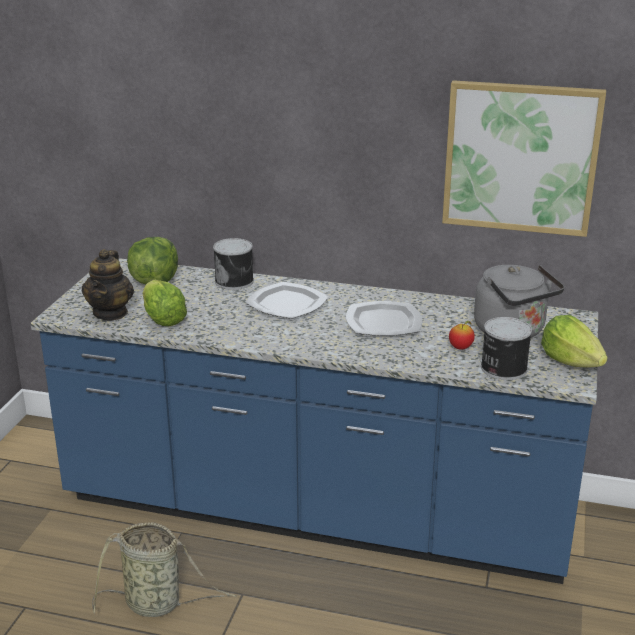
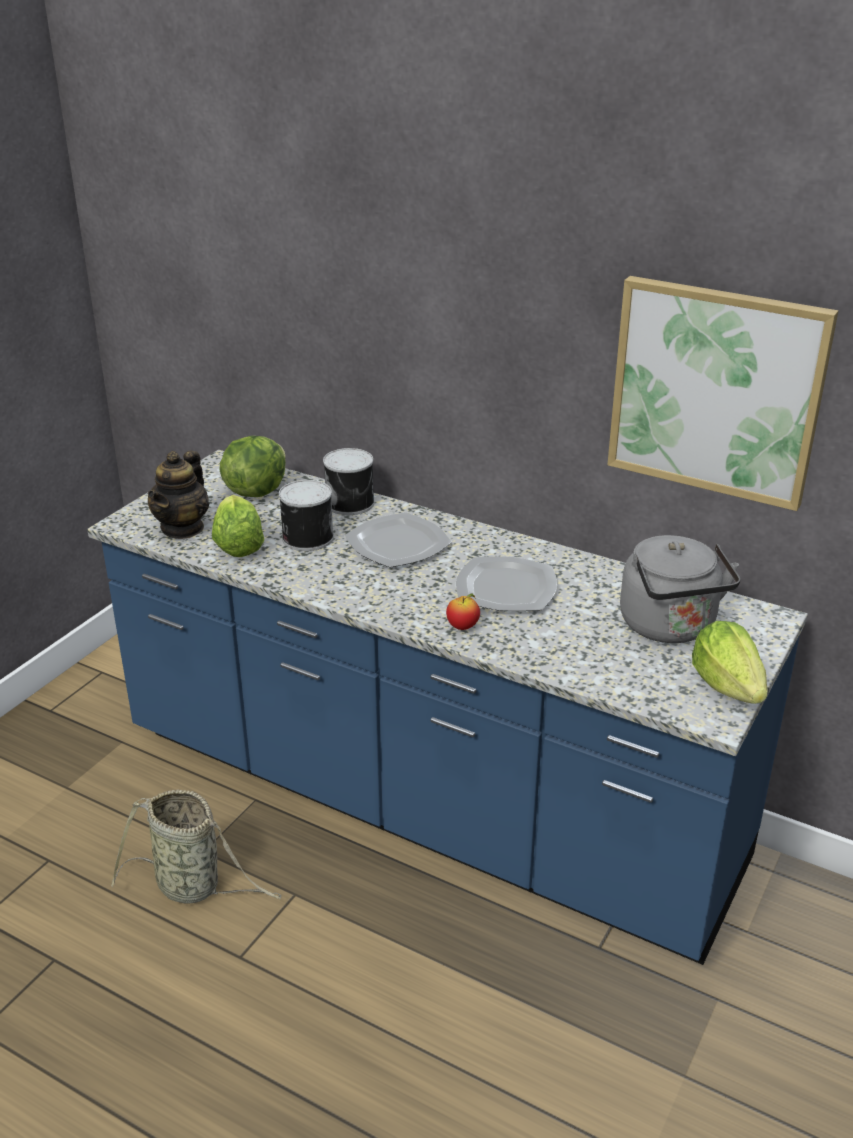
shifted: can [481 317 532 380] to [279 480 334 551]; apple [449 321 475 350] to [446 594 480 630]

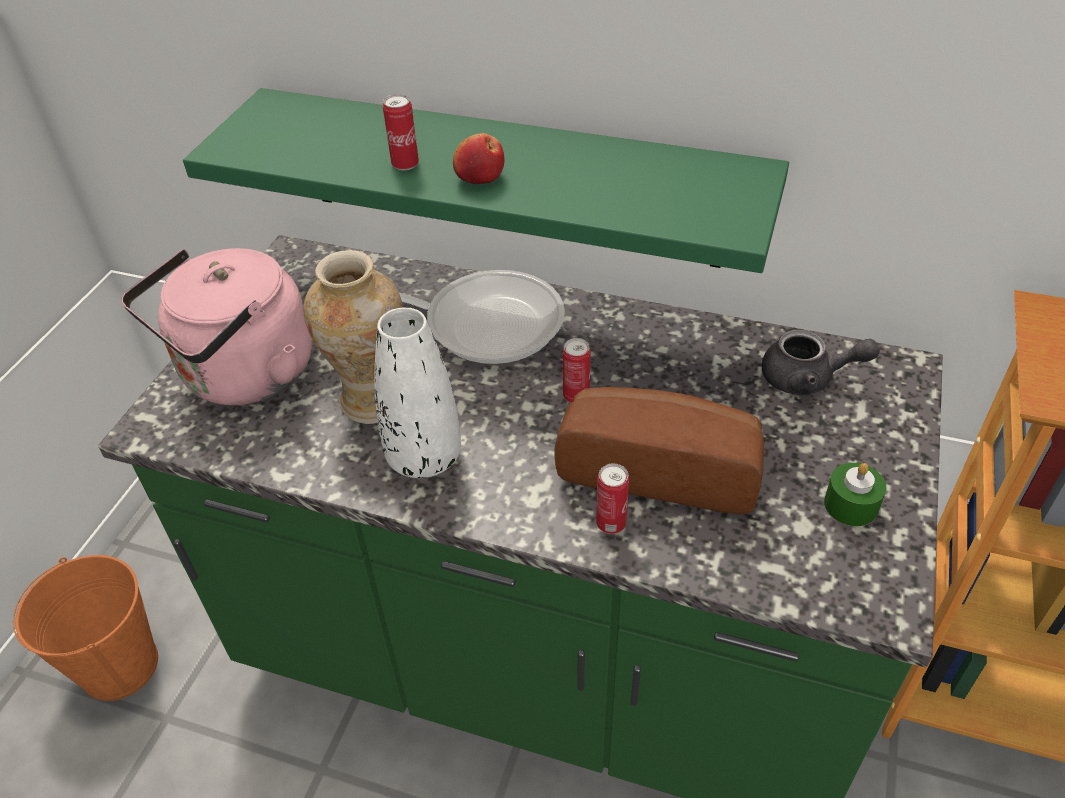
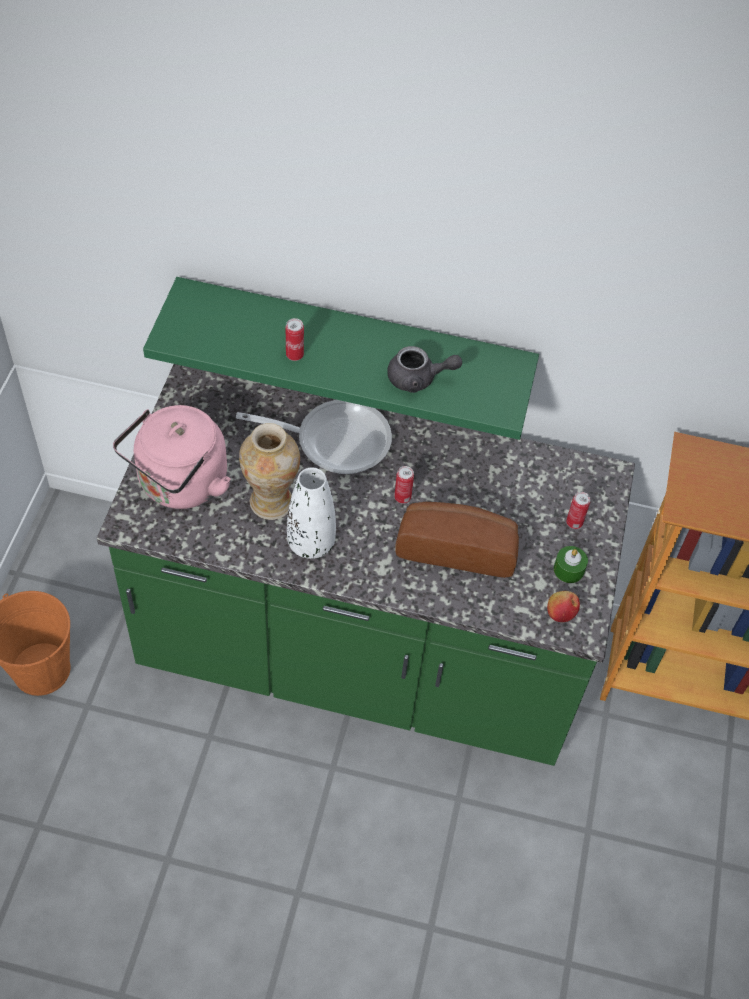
shifted: apple [453 133 505 184] to [547 591 580 622]; teapot in grey [762 330 880 396] to [387 346 462 393]; can [596 464 629 534] to [566 492 590 529]

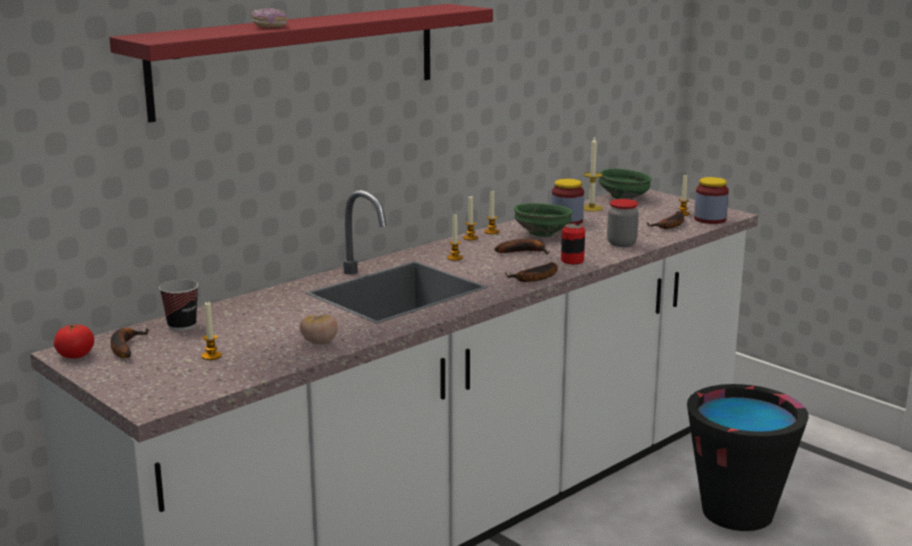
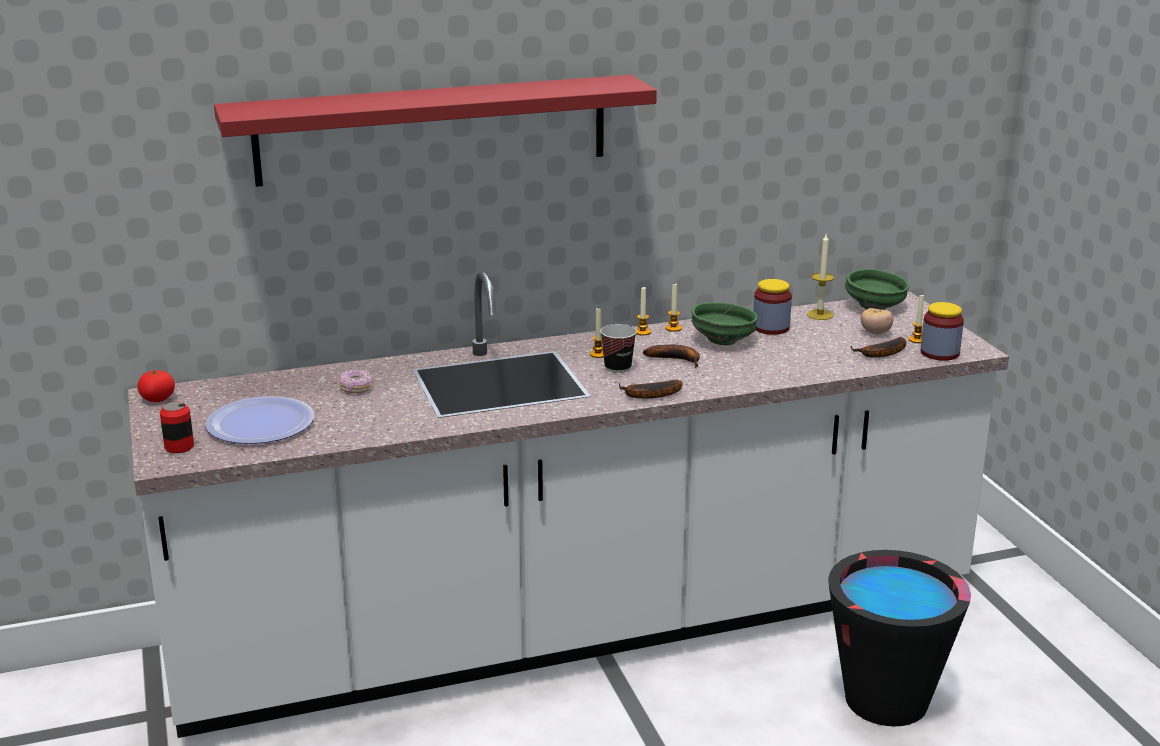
gone: jar [607 199 639 247]; banana [110 328 150 358]
shifted: donut [252 8 288 28] to [339 369 373 394]; can [561 224 585 264] to [160 402 194 453]; cup [159 280 199 331] to [600 324 637 373]; tomato [300 314 338 344] to [861 308 893 334]
swapped: candle [201 301 222 360] to plate [205 396 314 444]

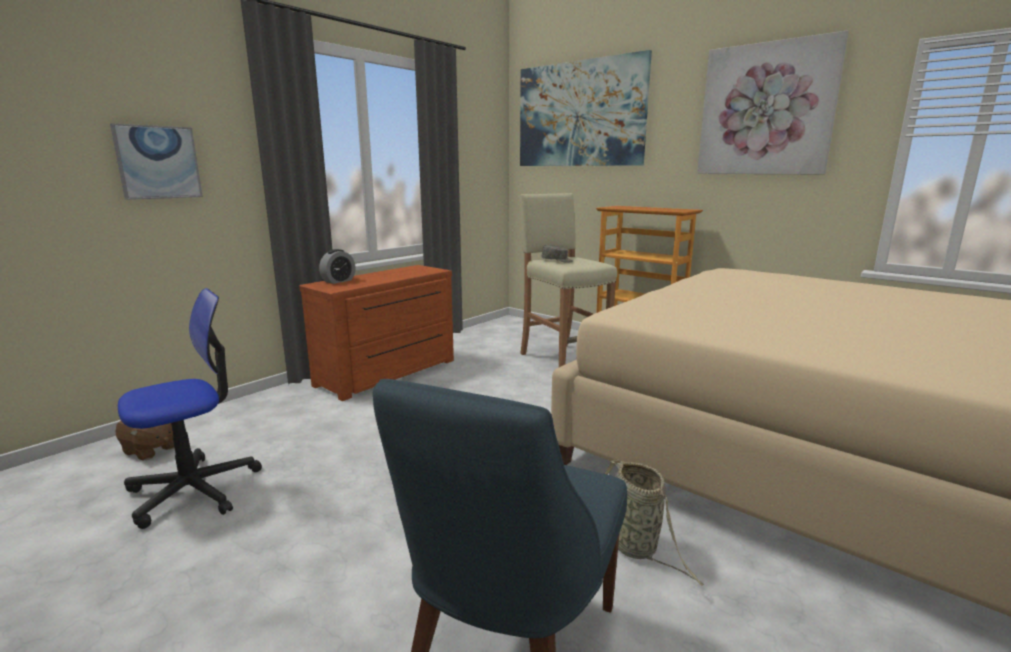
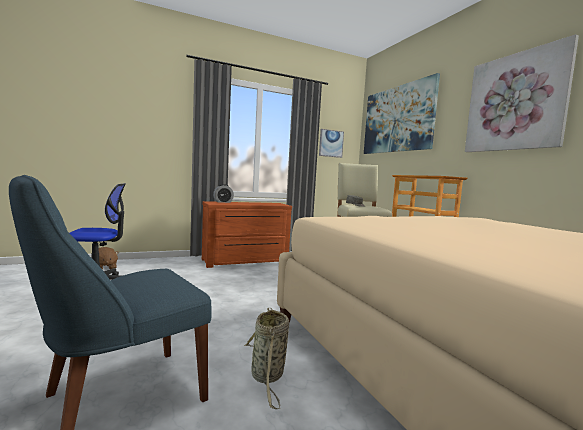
shifted: picture [110 123 203 200] to [319 129 344 158]

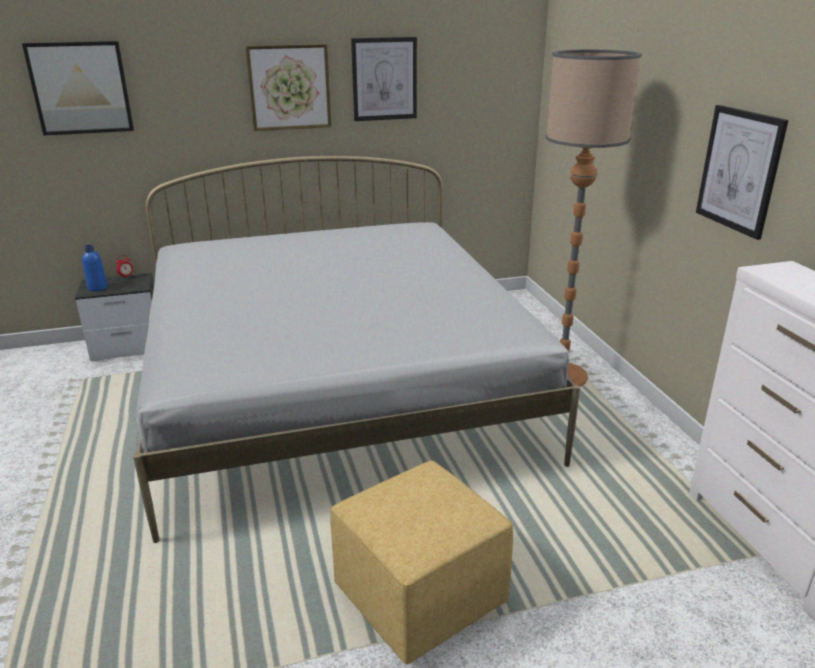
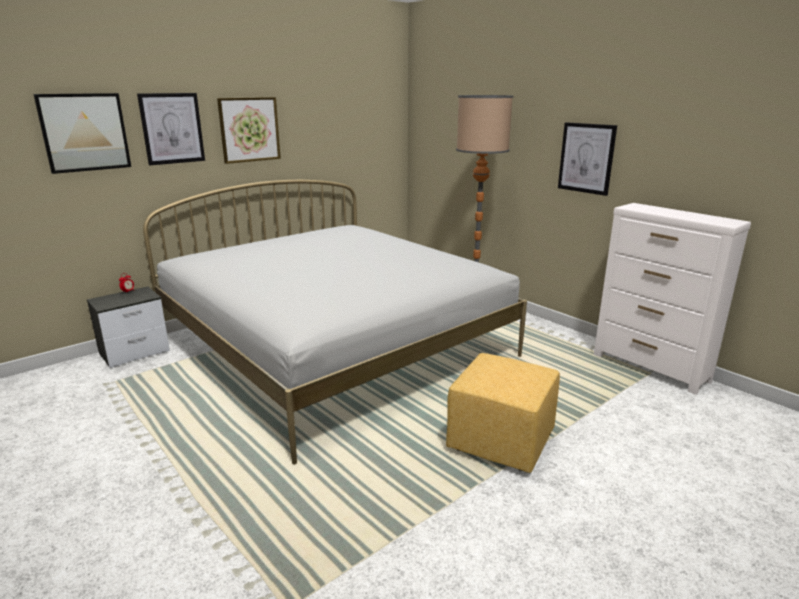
gone: bottle in blue [82 245 108 291]
shifted: picture [351 37 417 121] to [137 93 205 165]

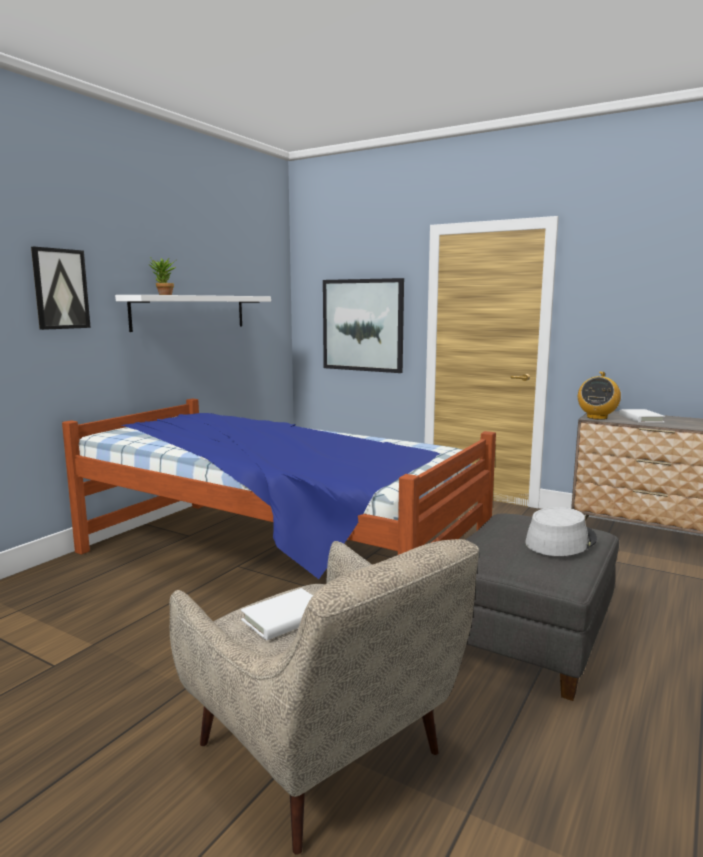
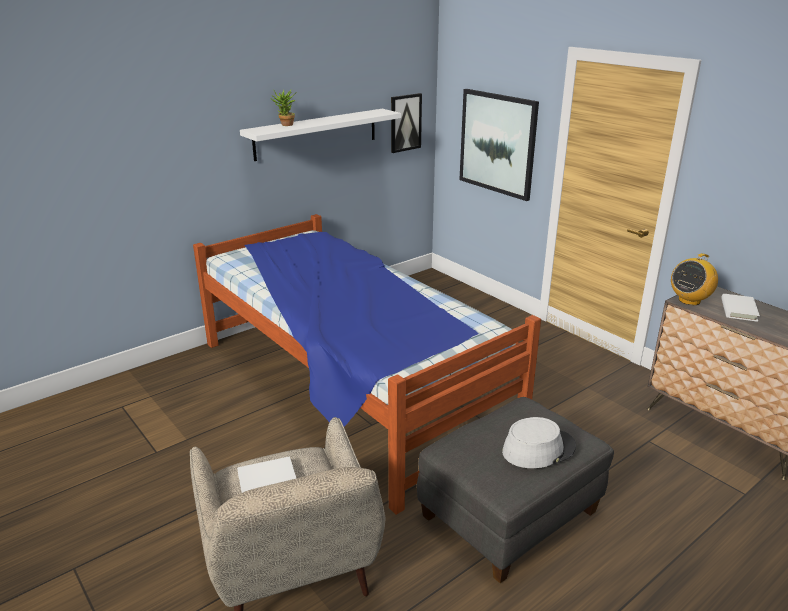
shifted: picture [31 247 91 330] to [391 93 422 153]

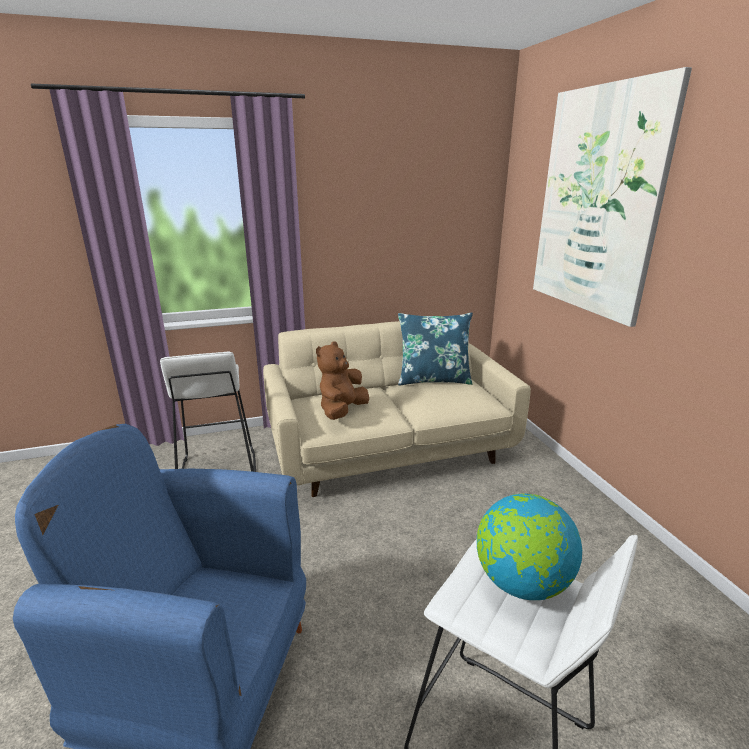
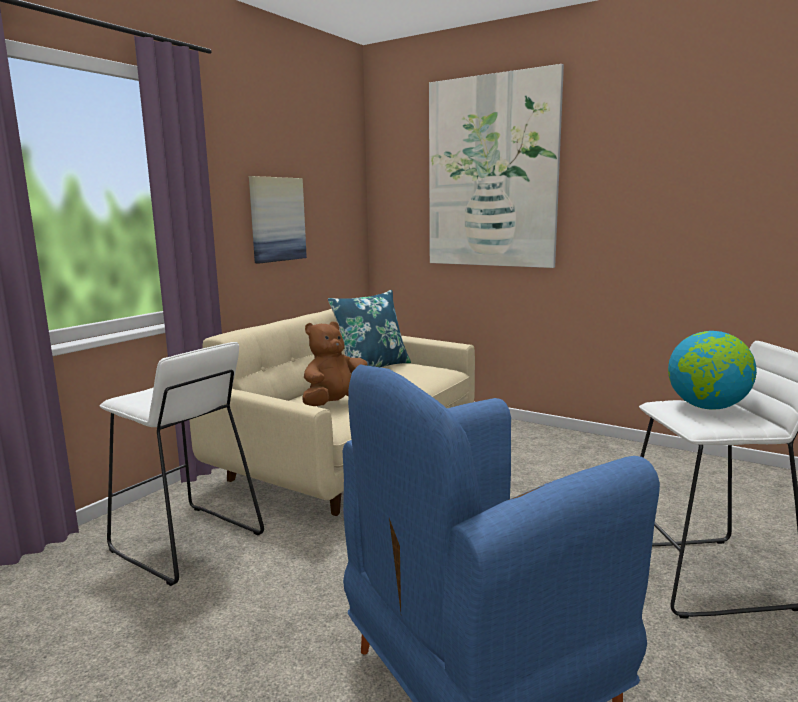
new: picture [249 176 307 263]
rotated: plush toy in brown [316 341 369 420] = [303 321 368 406] 60 degrees clockwise

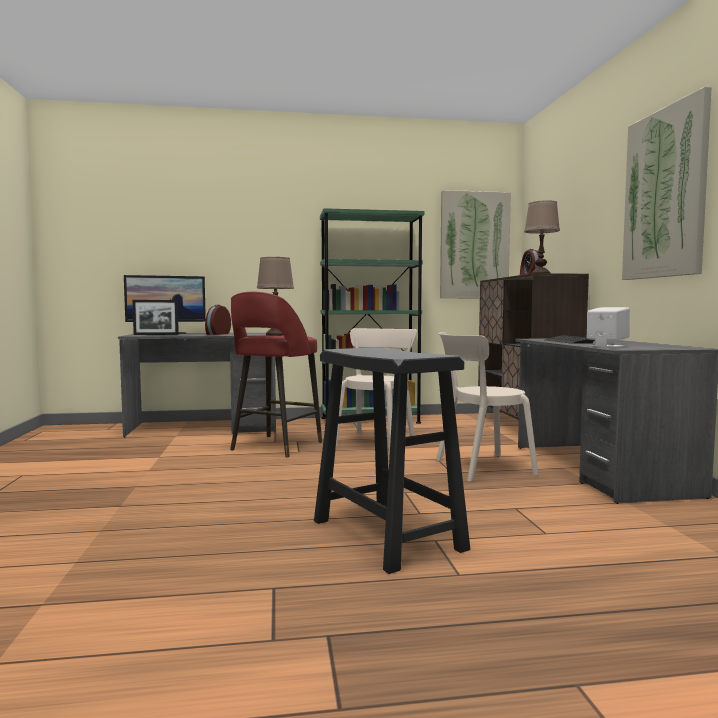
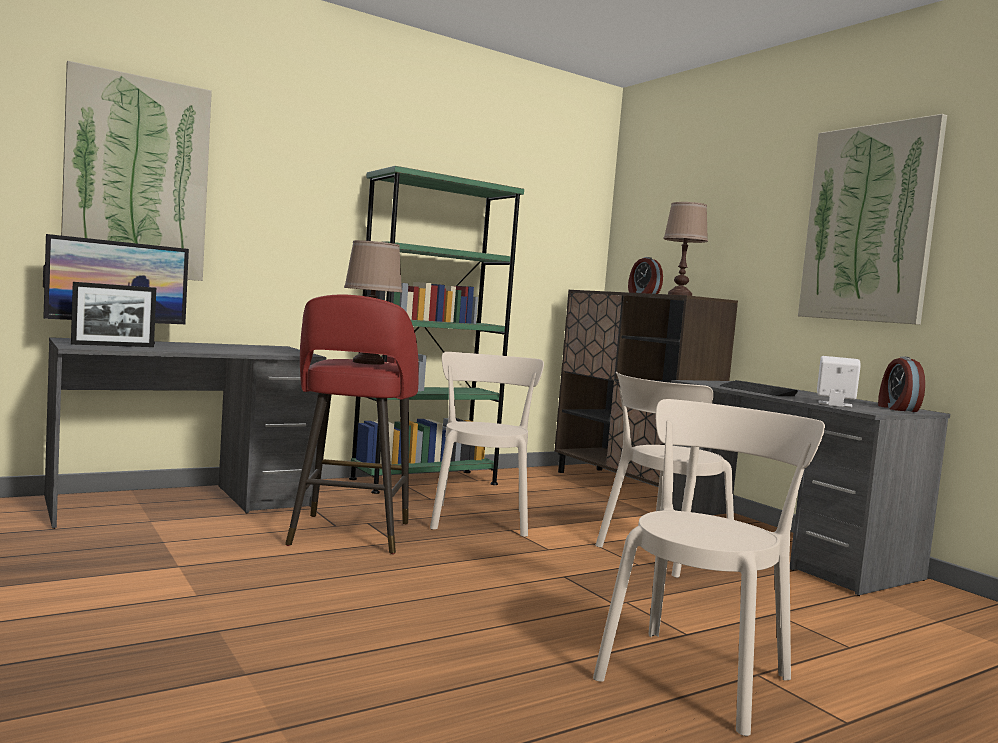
shifted: picture [440 190 511 298] to [61 61 212 281]; alarm clock [205 305 231 335] to [878 356 925 412]
swapped: stool in black [314 347 470 574] to chair in beige [593 399 825 736]

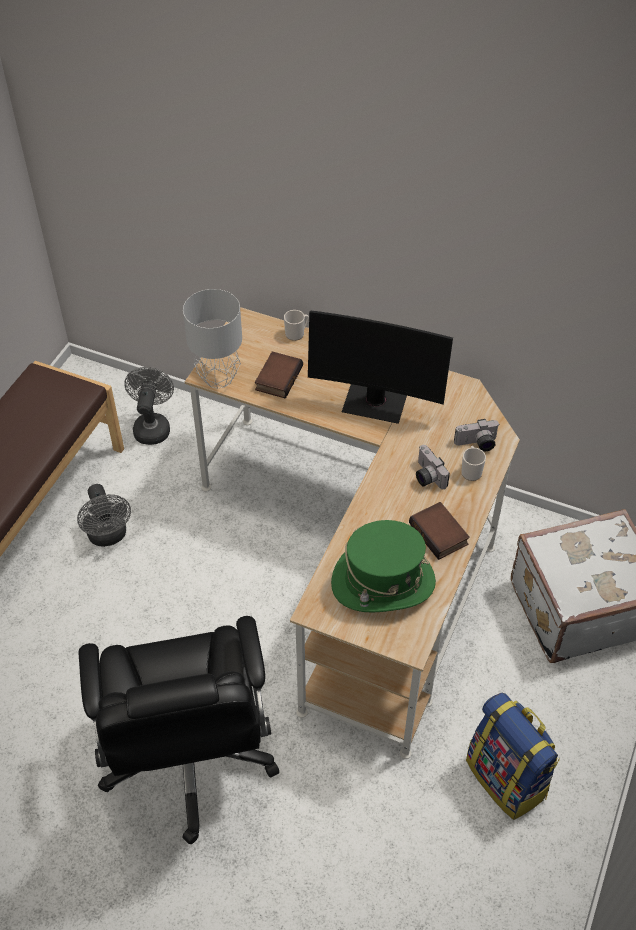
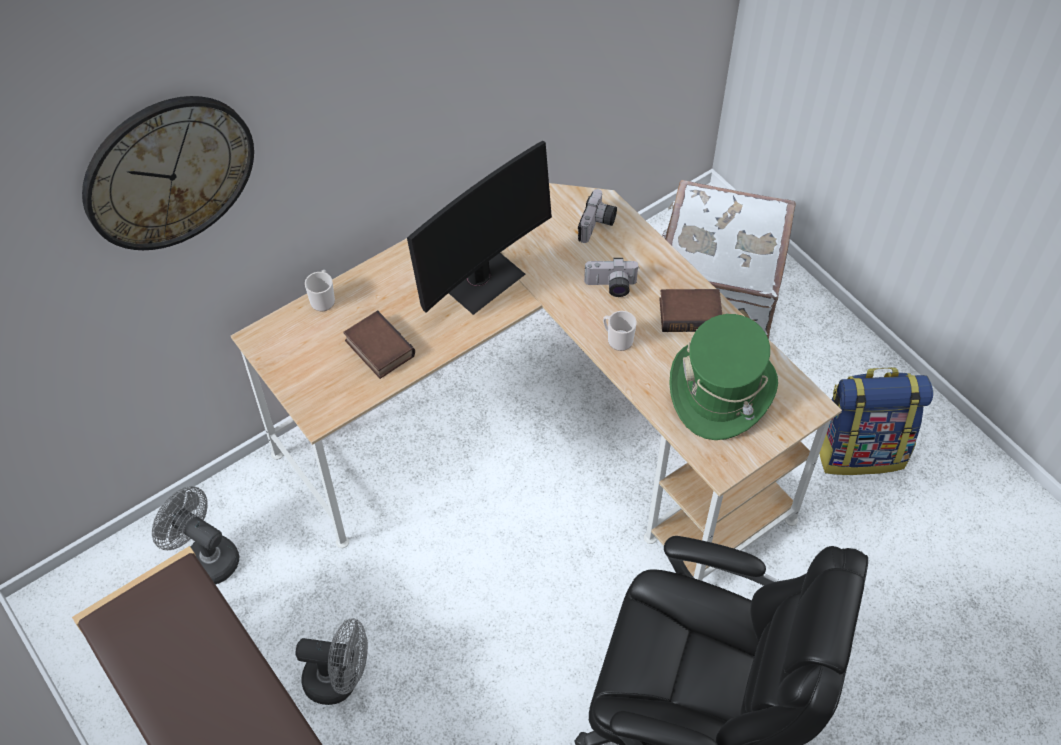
gone: table lamp in grey [183 289 242 389]
new: wall clock [82 96 254 250]
shifted: mug [461 446 486 481] to [603 311 637 351]

